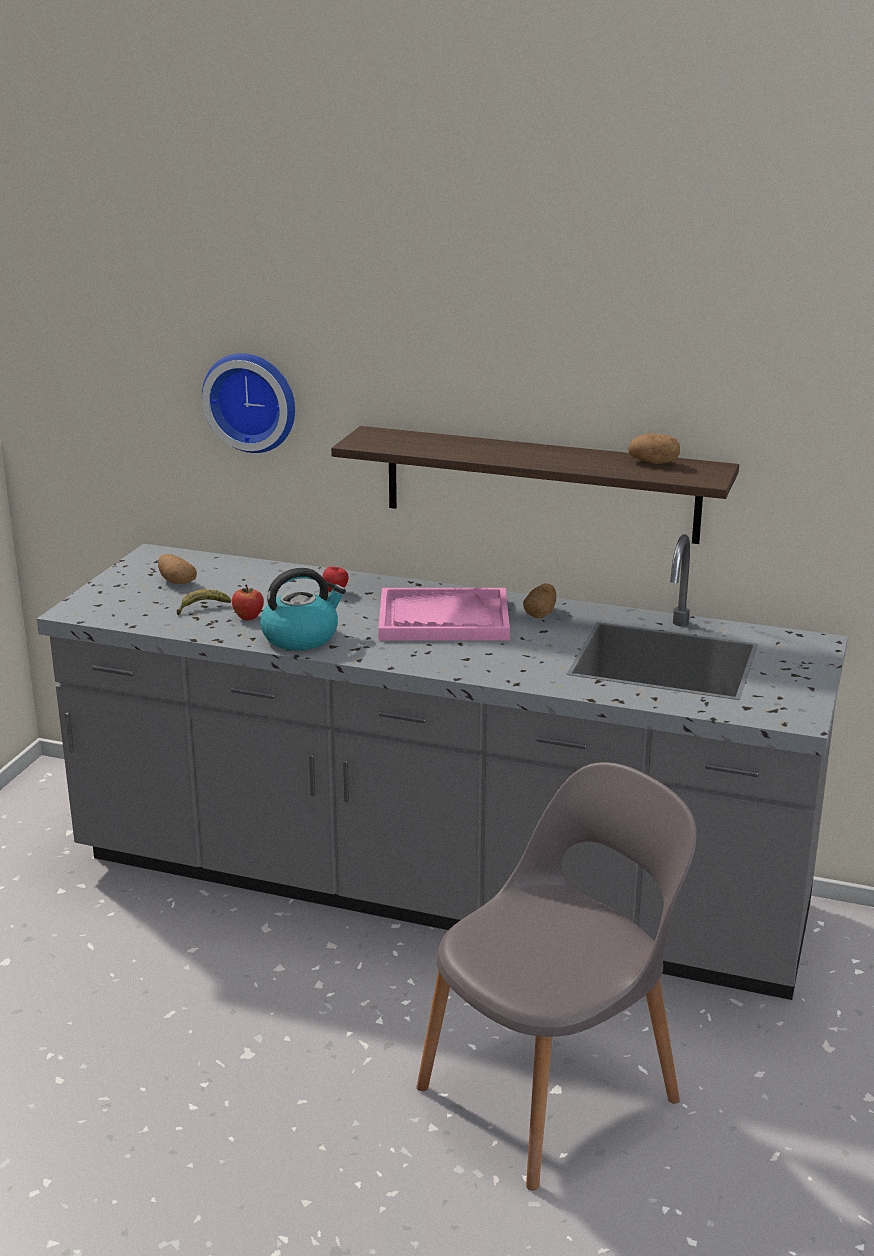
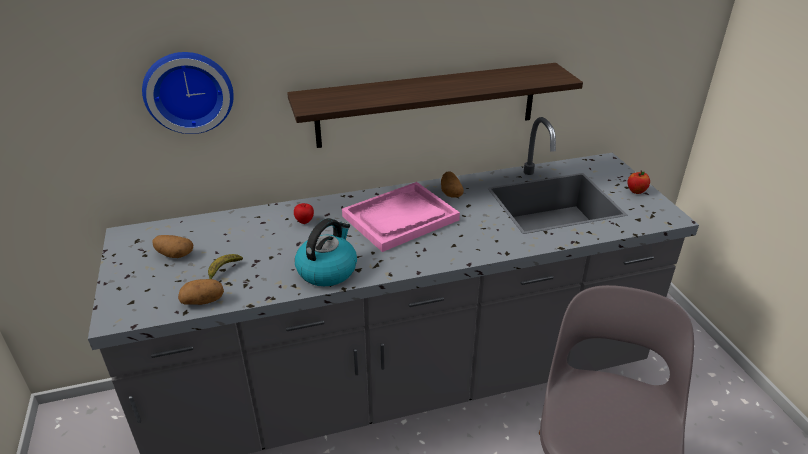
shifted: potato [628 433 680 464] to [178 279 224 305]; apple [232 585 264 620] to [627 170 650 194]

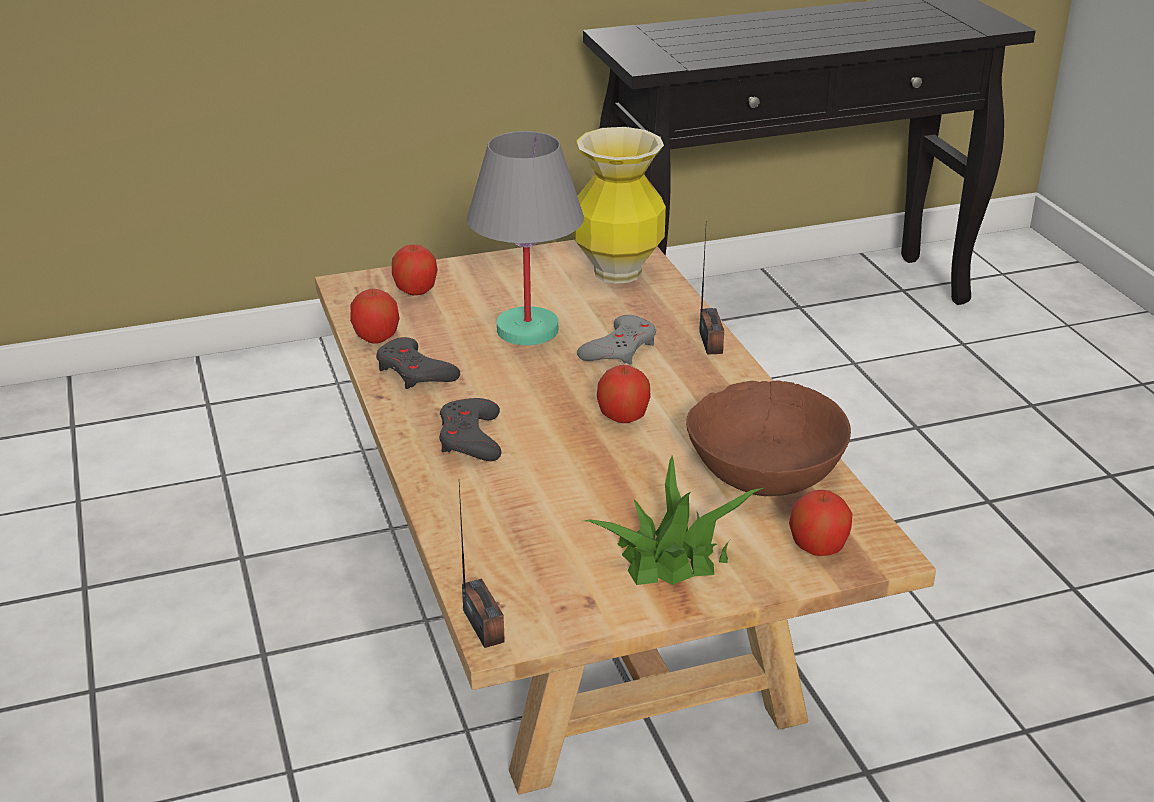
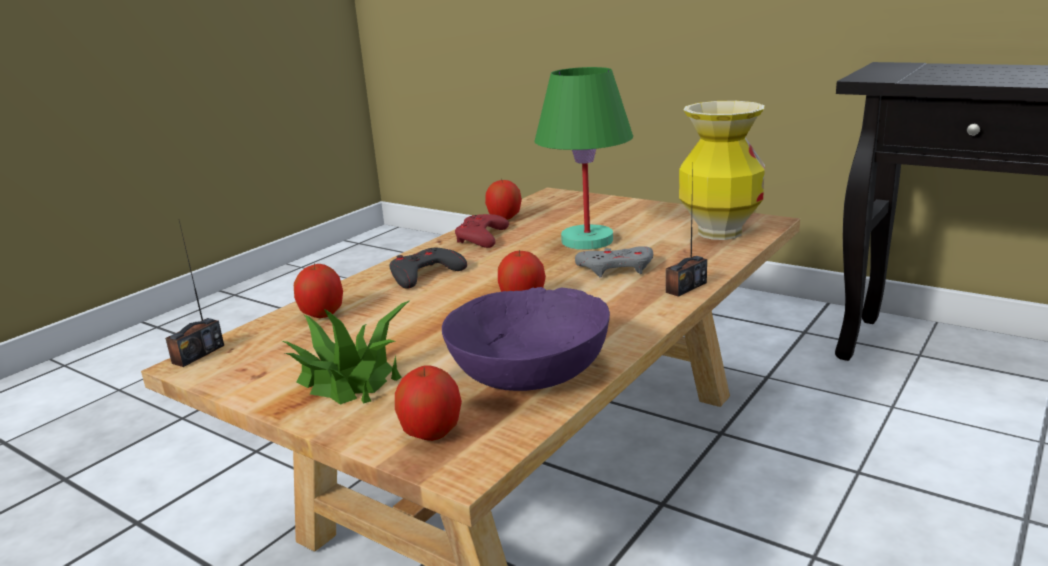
shifted: apple [392 244 438 295] to [294 264 343 318]
repainted: table lamp in grey [467 131 584 345] to table lamp in green [534 67 633 250]; game controller in grey [376 337 460 389] to game controller in red [455 214 509 248]; bowl in brown [686 381 851 496] to bowl in purple [442 287 610 391]

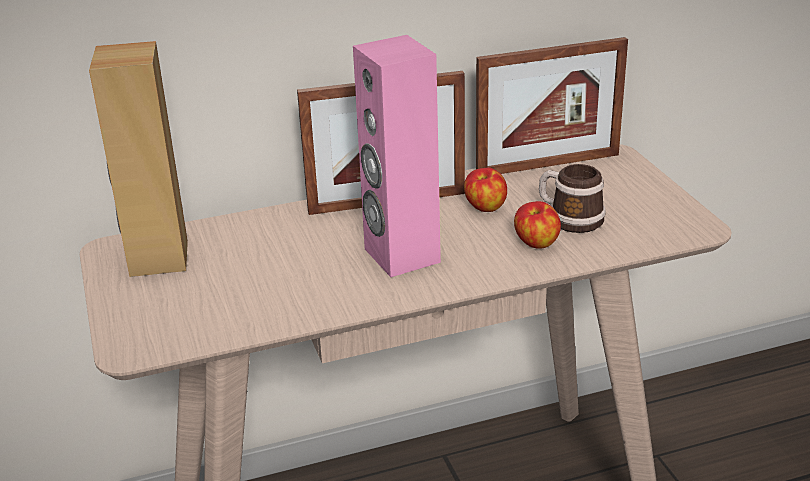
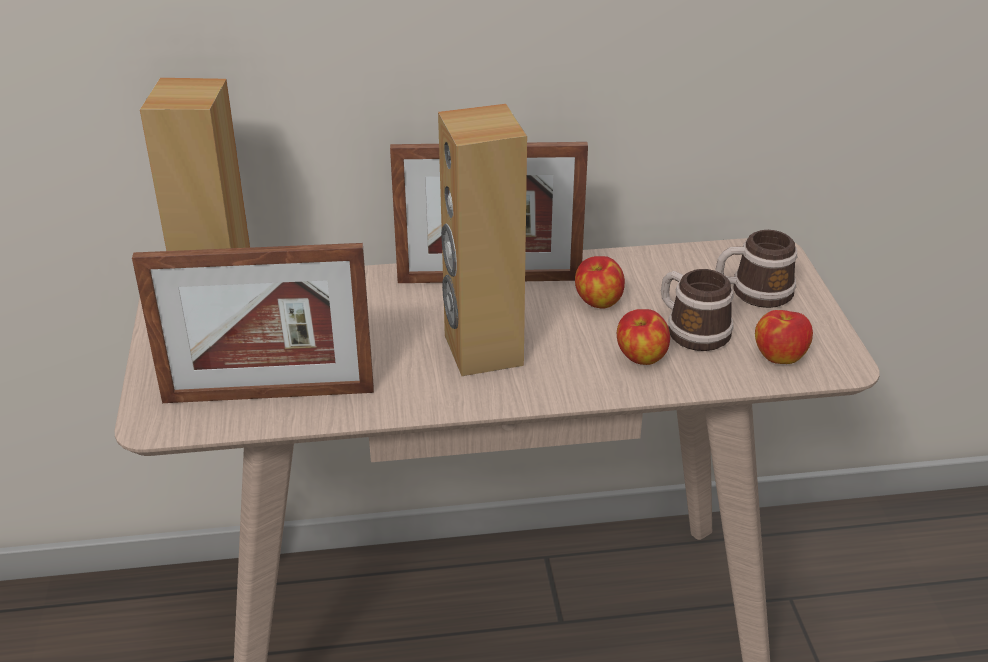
new: mug [716 230 797 308]; apple [755 310 813 364]
shifted: picture frame [476 37 628 174] to [132 243 374 403]
repainted: speaker in pink [353 35 441 277] to speaker in brown [438 104 527 376]

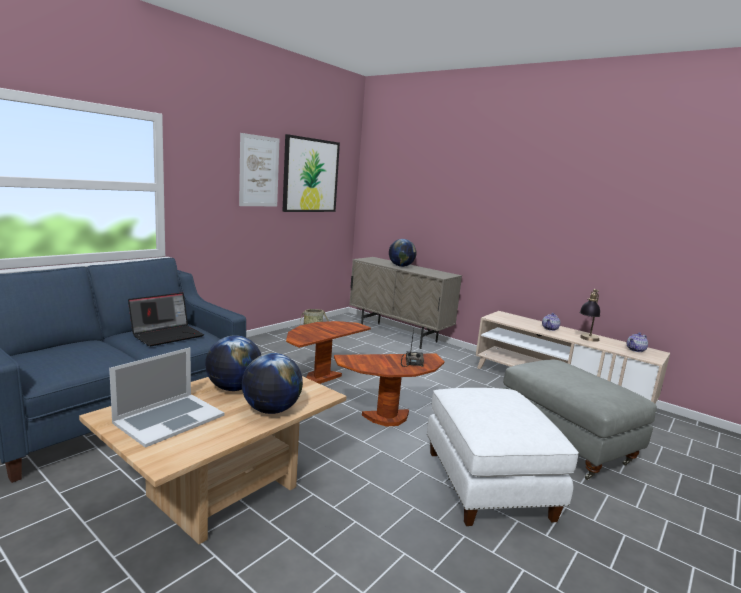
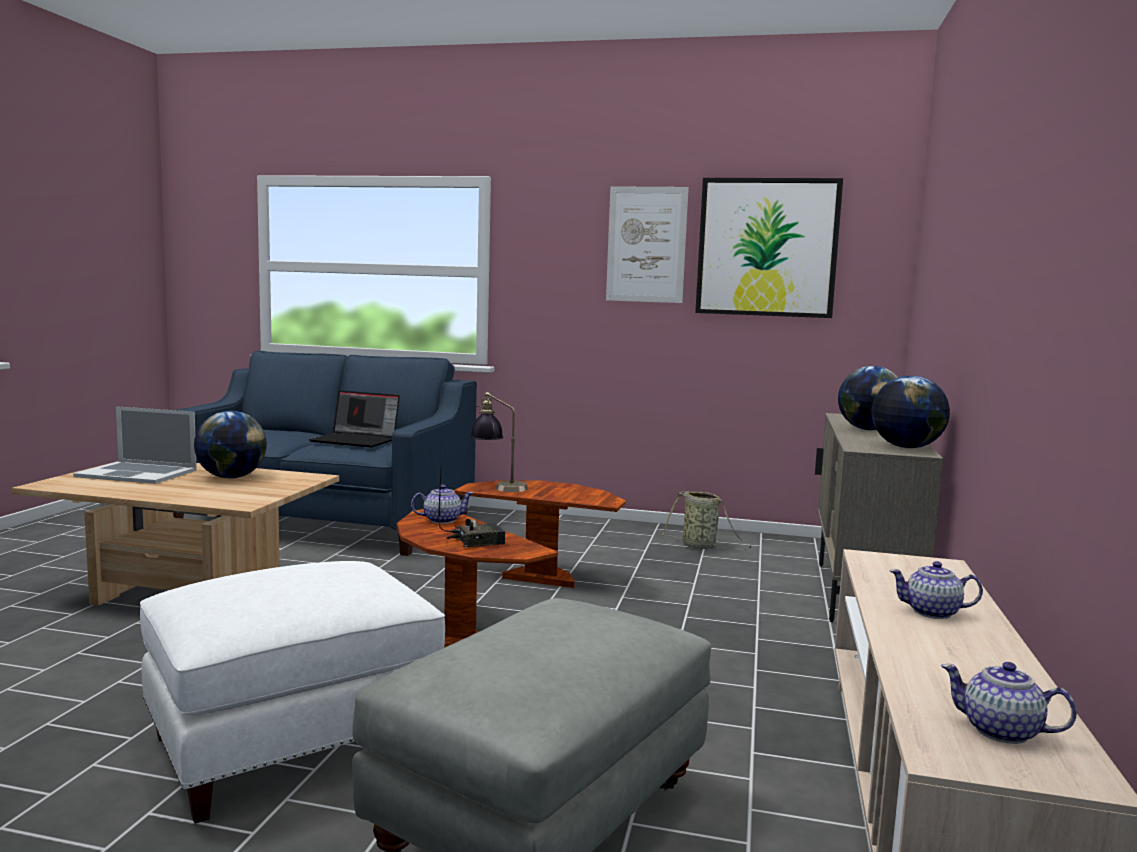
new: teapot [411 485 473 524]
shifted: table lamp [579 289 600 342] to [470 392 528 492]; globe [242 353 303 414] to [872 376 950 448]

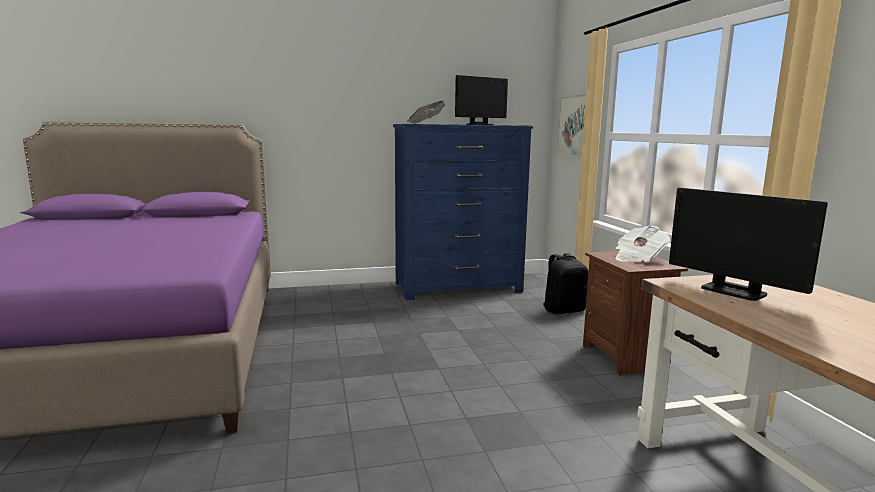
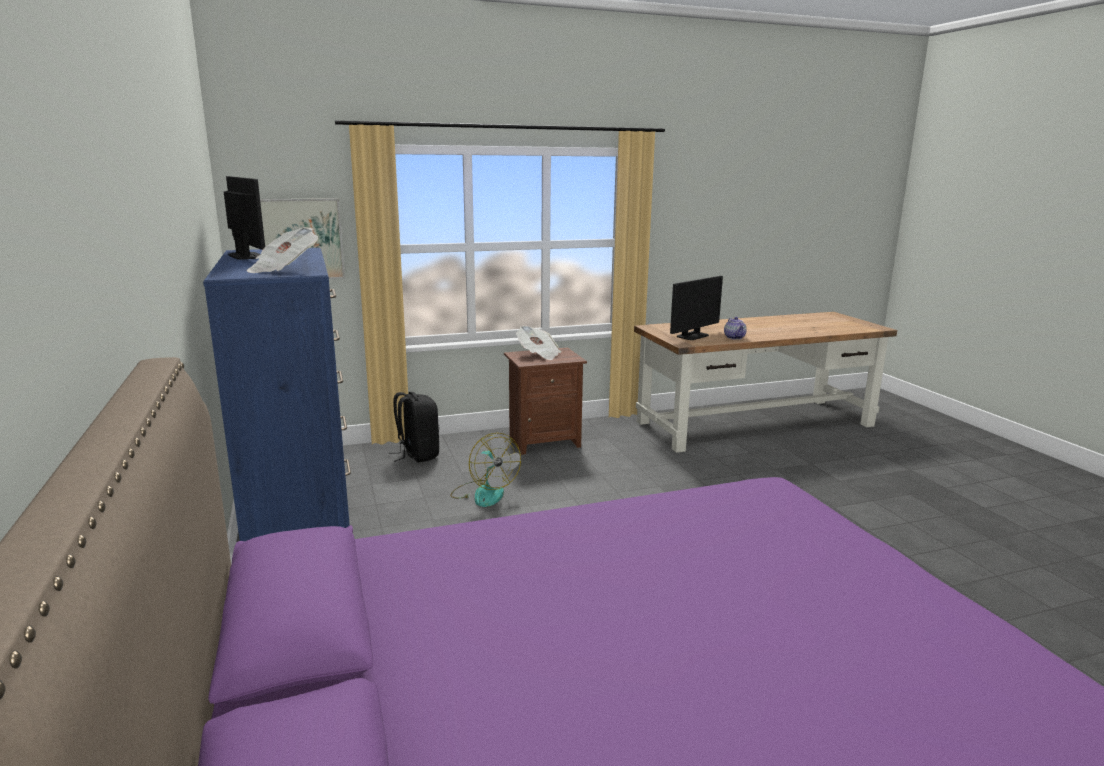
new: teapot [724 317 747 340]; fan [450 433 521 507]

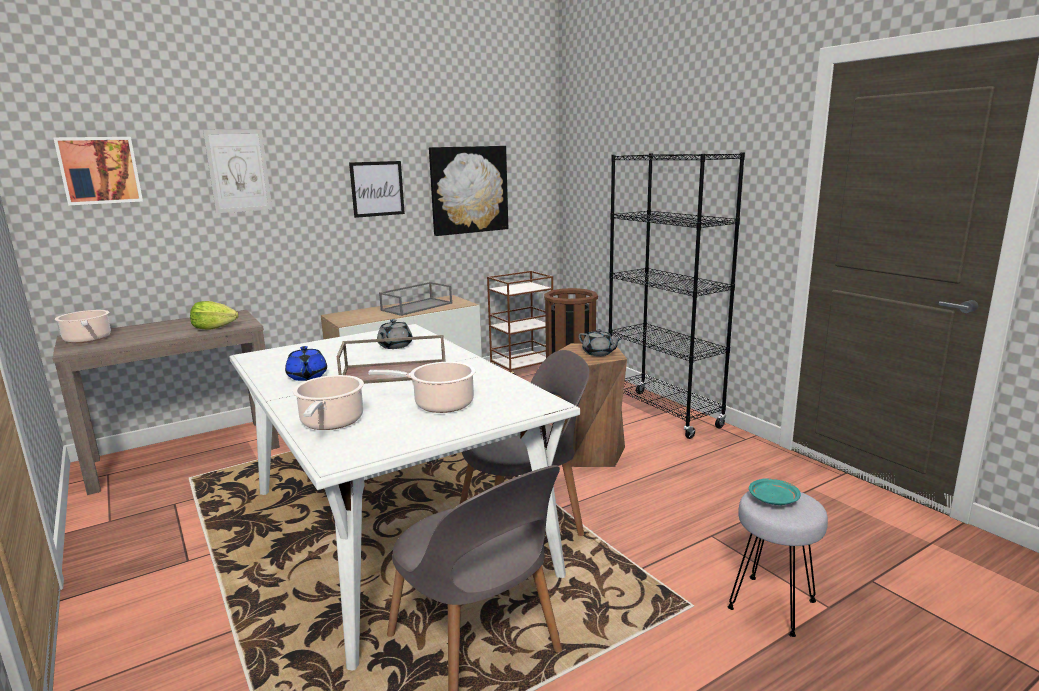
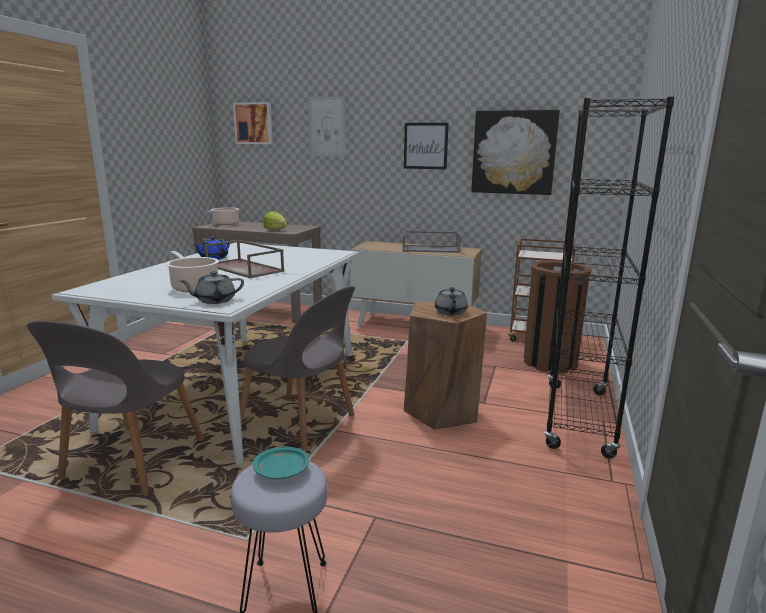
gone: cooking pot [293 375 364 430]
shifted: teapot in grey [377 319 412 349] to [180 271 244 304]

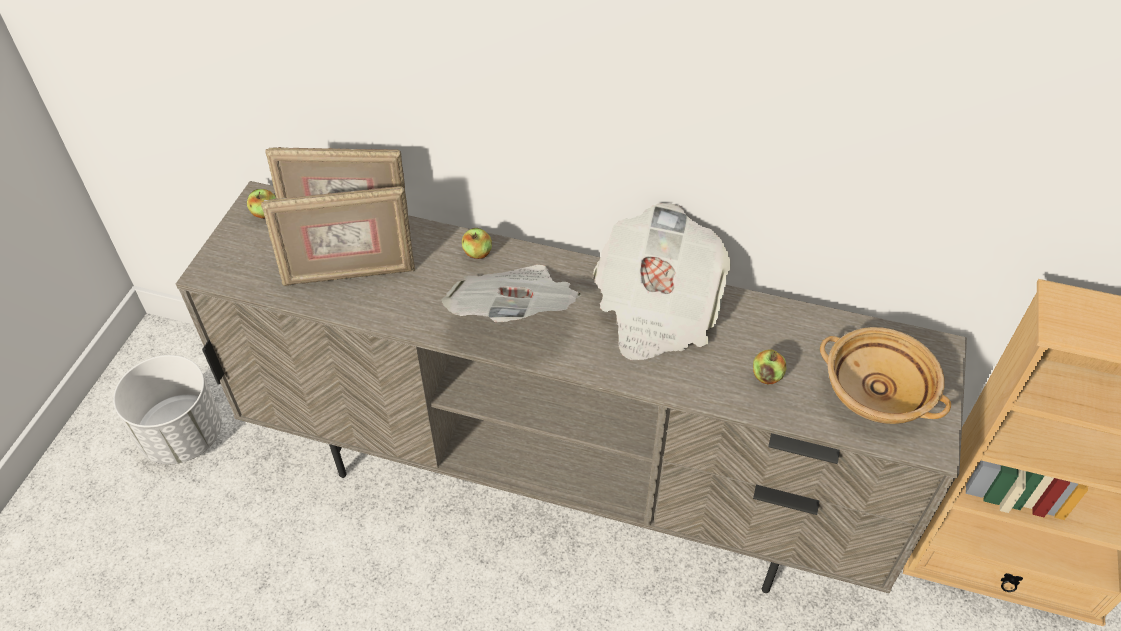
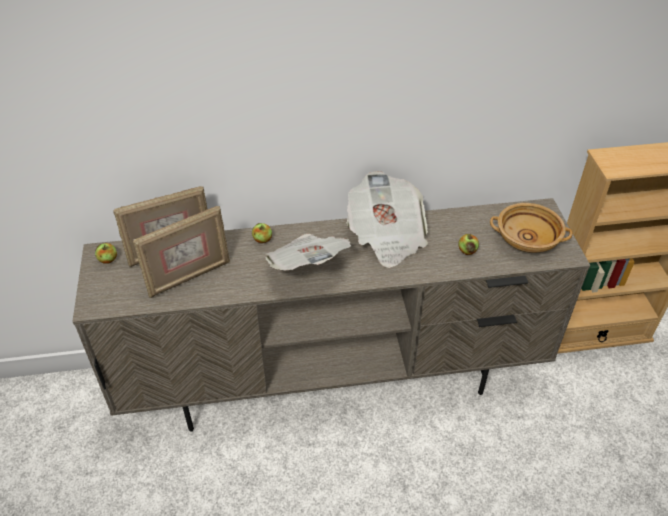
gone: planter in white [113 355 222 464]

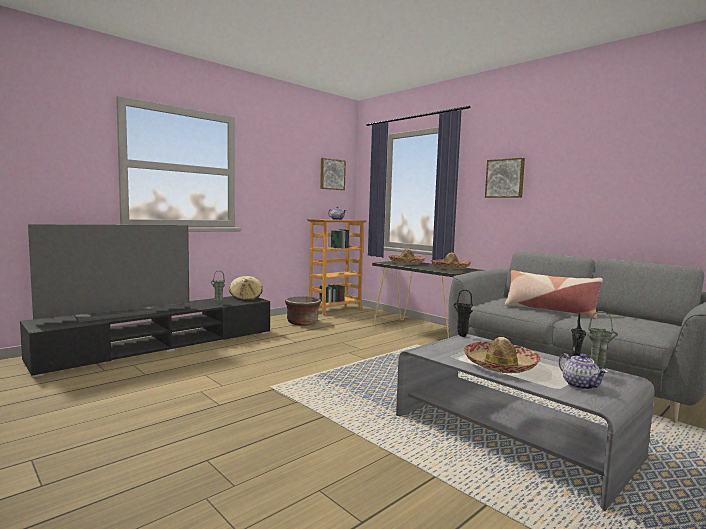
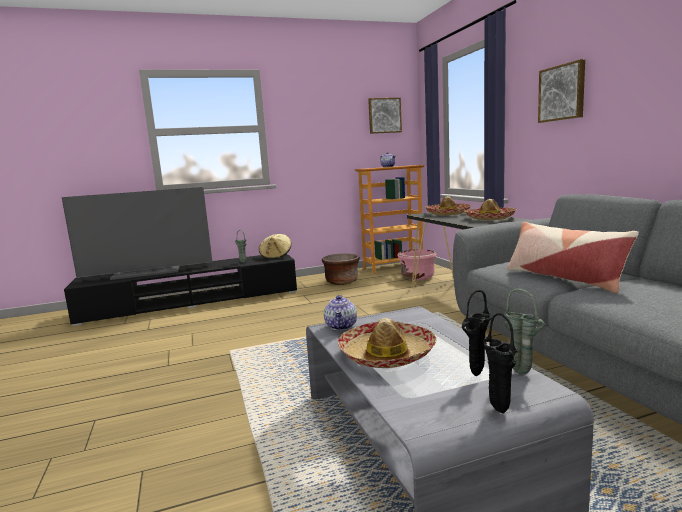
new: planter in pink [397 249 437 280]
shifted: vase in black [454 289 473 337] to [483 313 518 413]; teapot [559 353 608 390] to [324 295 357 330]

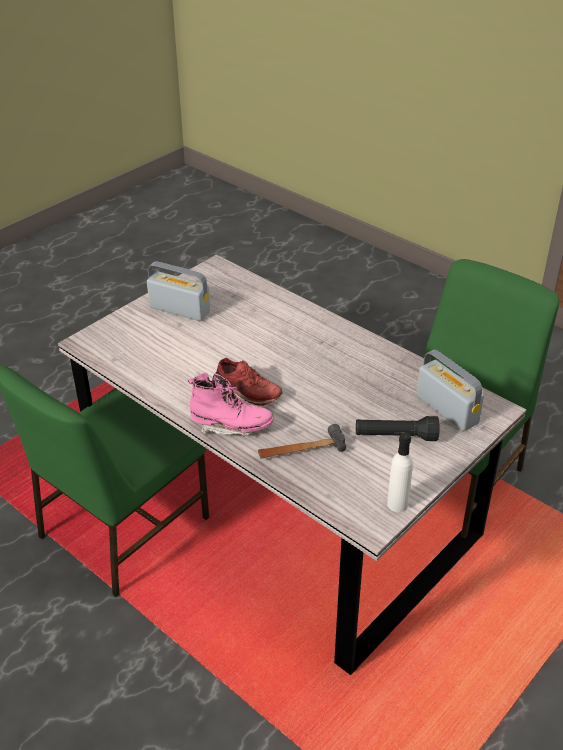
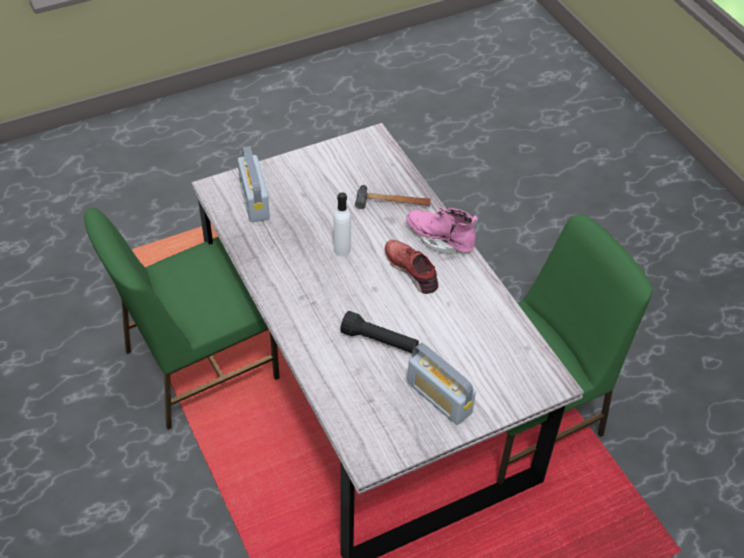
shifted: flashlight in black [356 416 440 441] to [340 311 419 353]; bottle in white [387 432 413 512] to [334 192 351 256]

